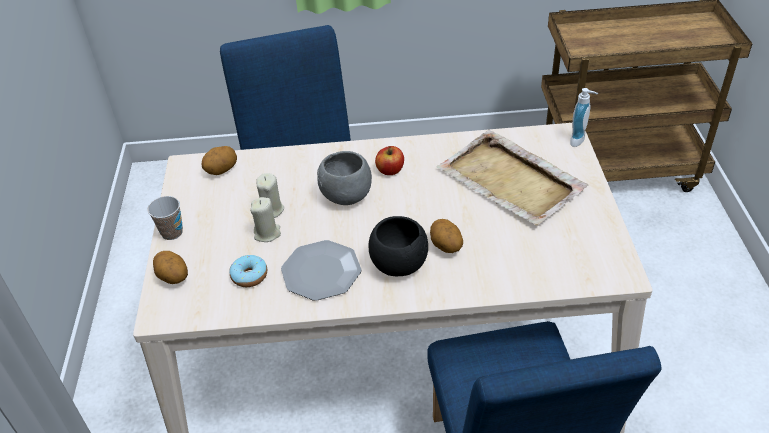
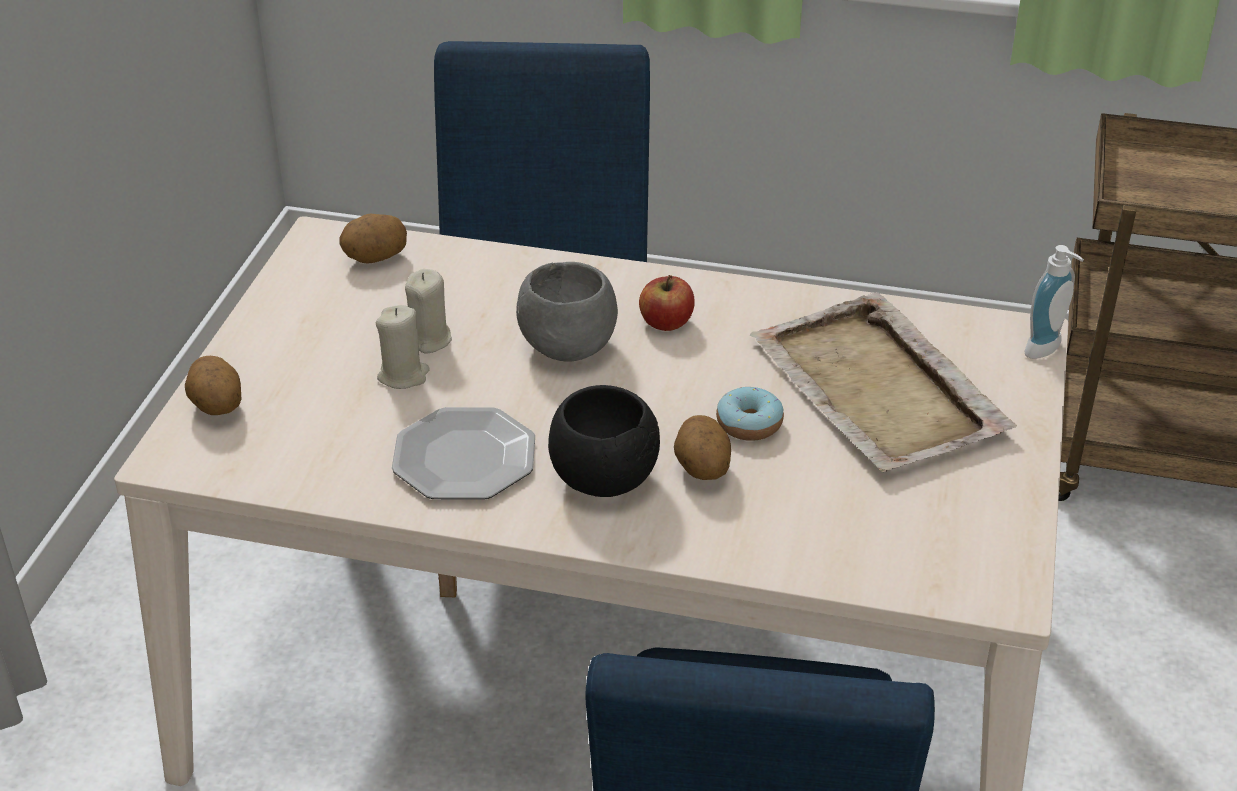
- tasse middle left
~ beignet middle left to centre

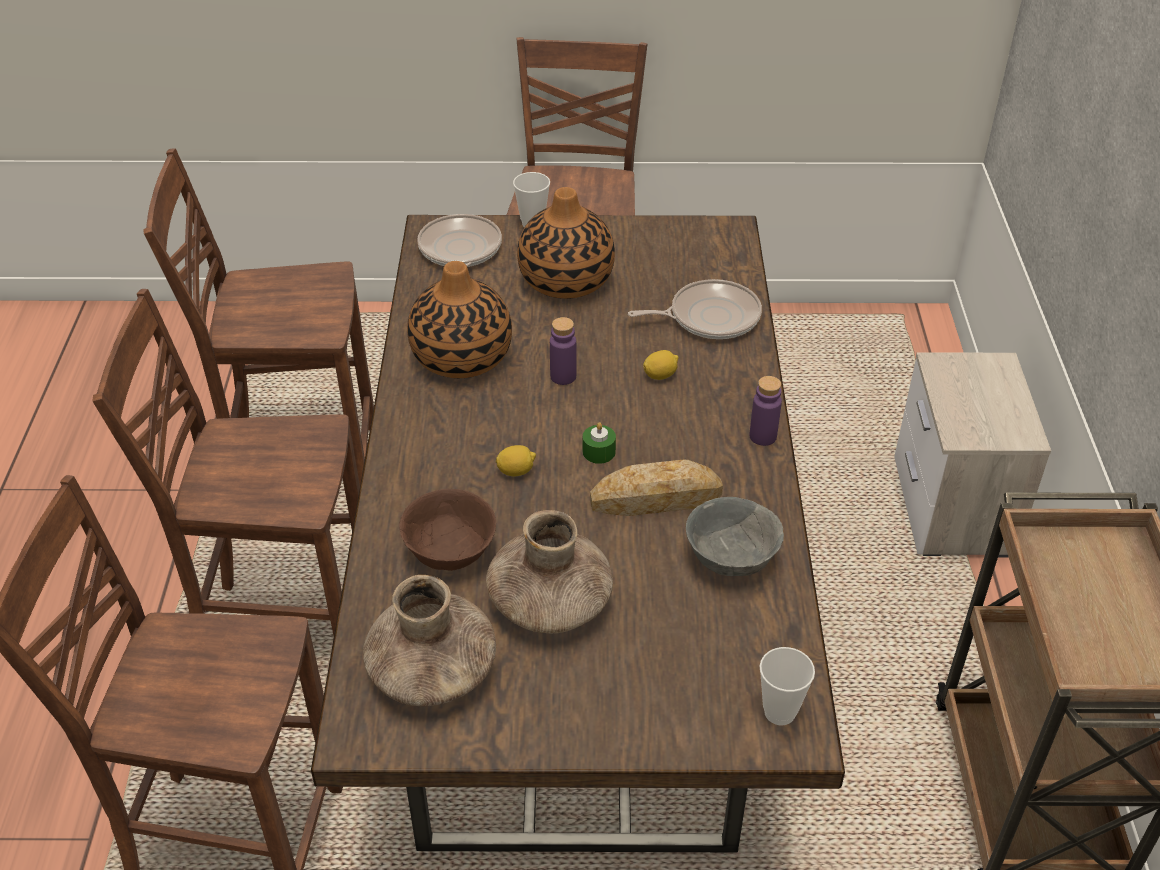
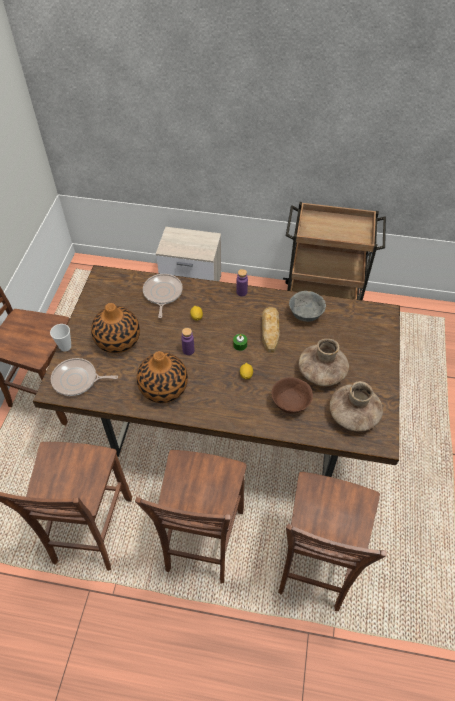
- tasse (2nd from left) bottom right

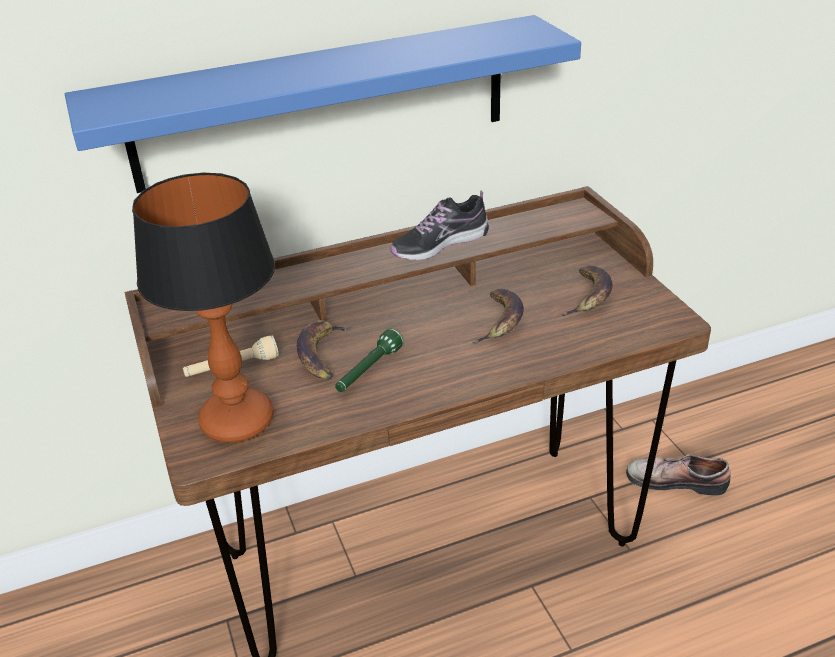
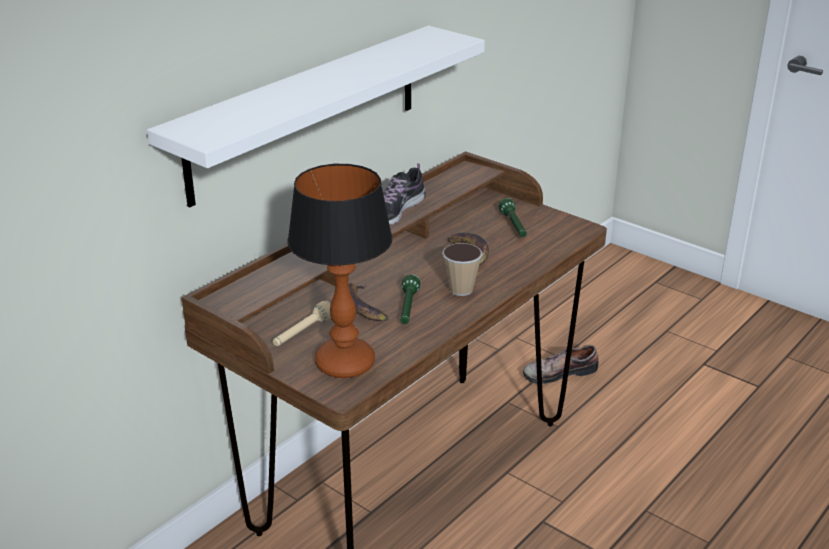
~ étagère (bleu) top centre to étagère (blanc) top centre
~ banane (3rd from left) middle right to lampe de poche (vert) (2nd from left) centre
+ tasse centre

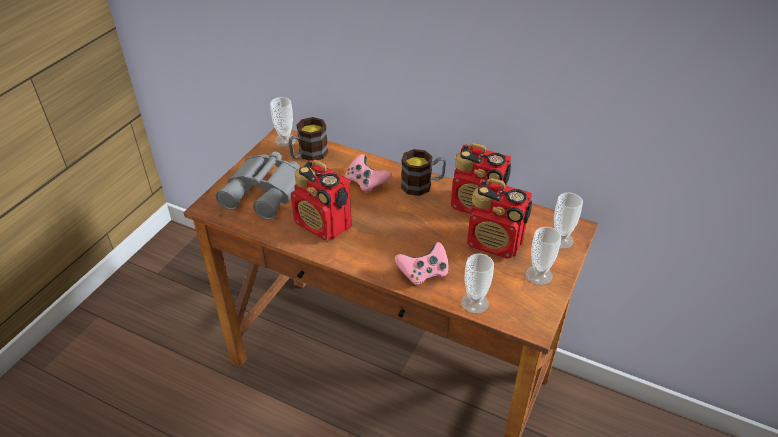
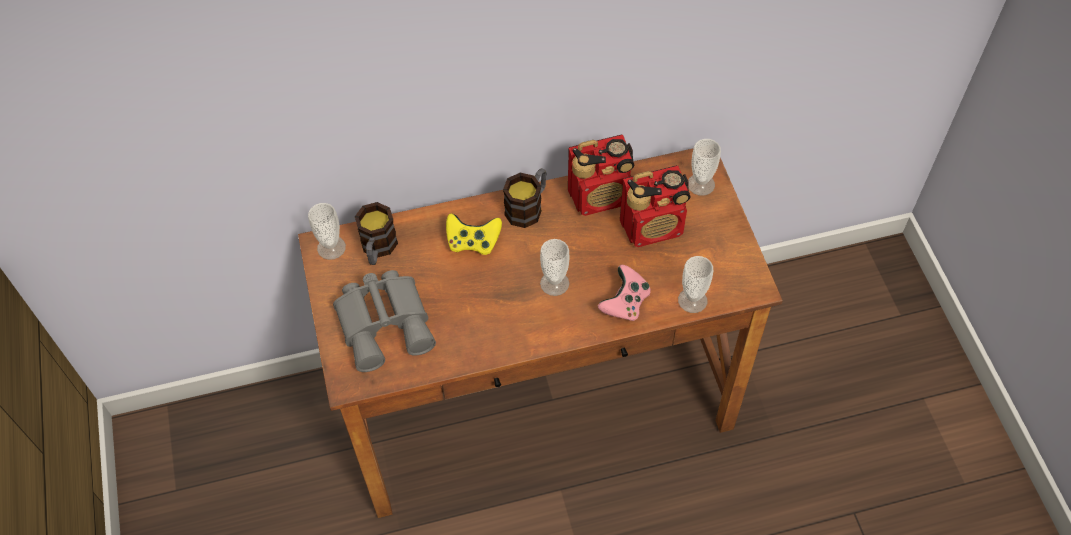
- radio (1st from left) centre
~ manette (rose) (1st from left) centre to manette (jaune) centre
~ tasse (3rd from left in the first image) middle right to tasse (2nd from left) centre

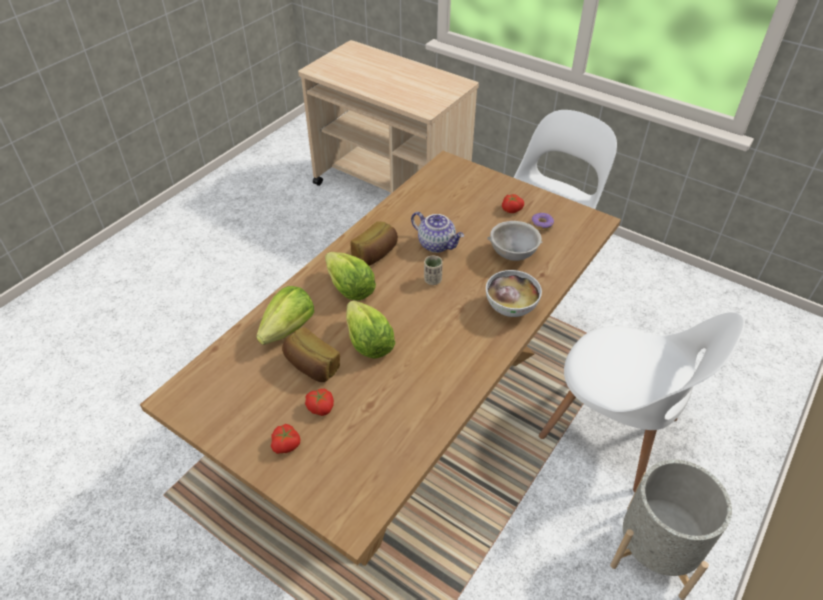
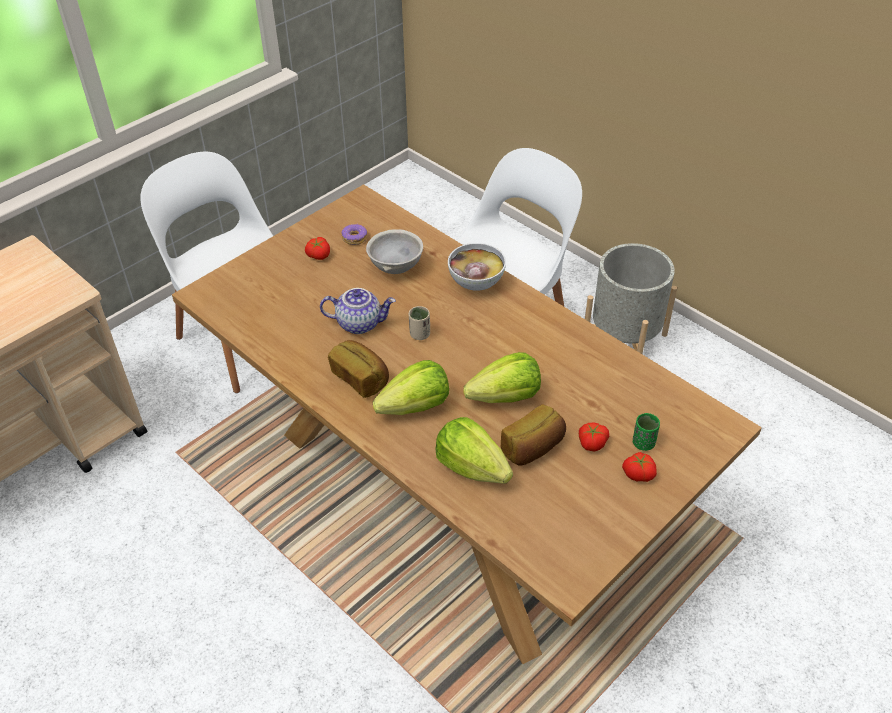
~ théière centre = centre 45 degrees clockwise
+ tasse (vert) middle right

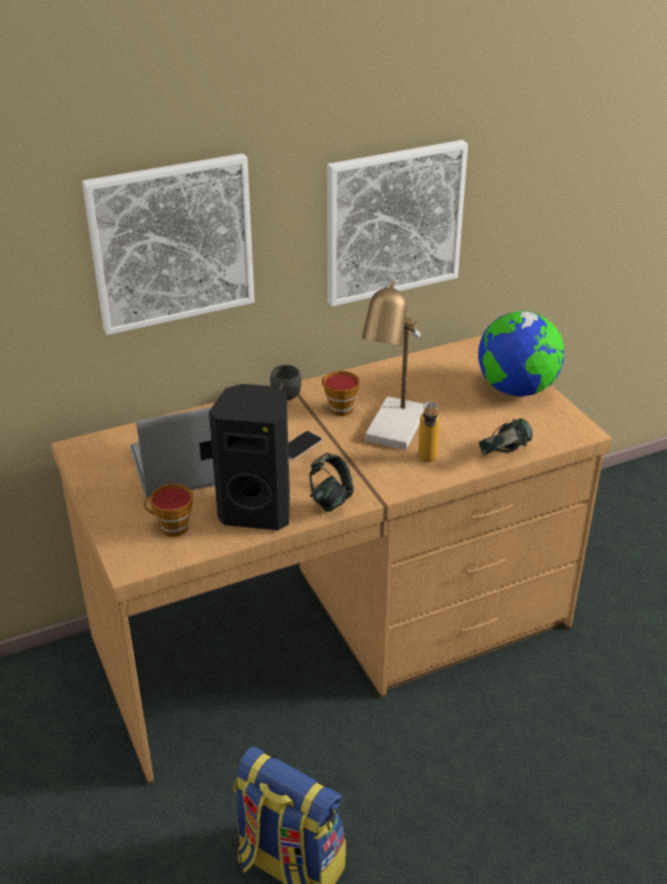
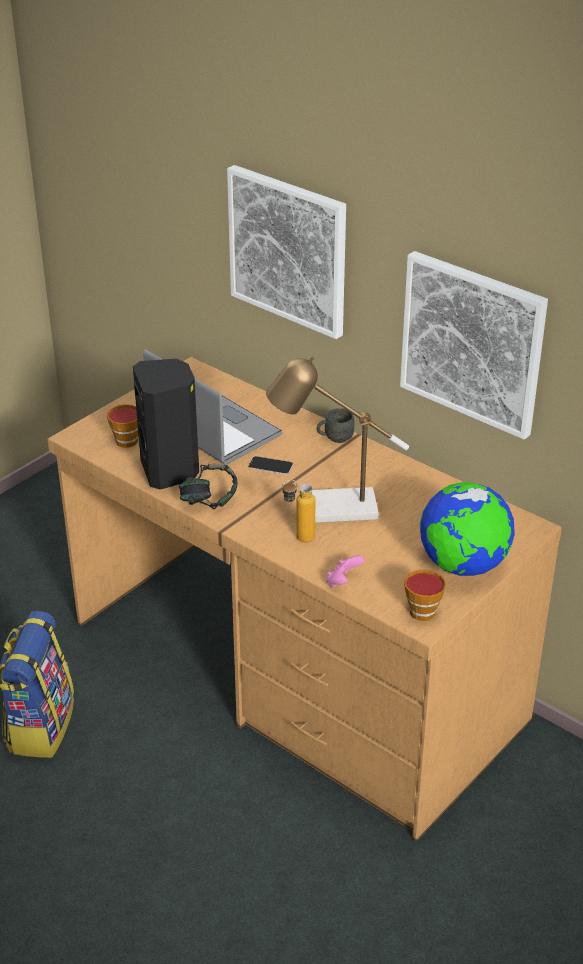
~ tasse (2nd from left) centre to middle right
~ casque audio (2nd from left) middle right to manette (rose) centre

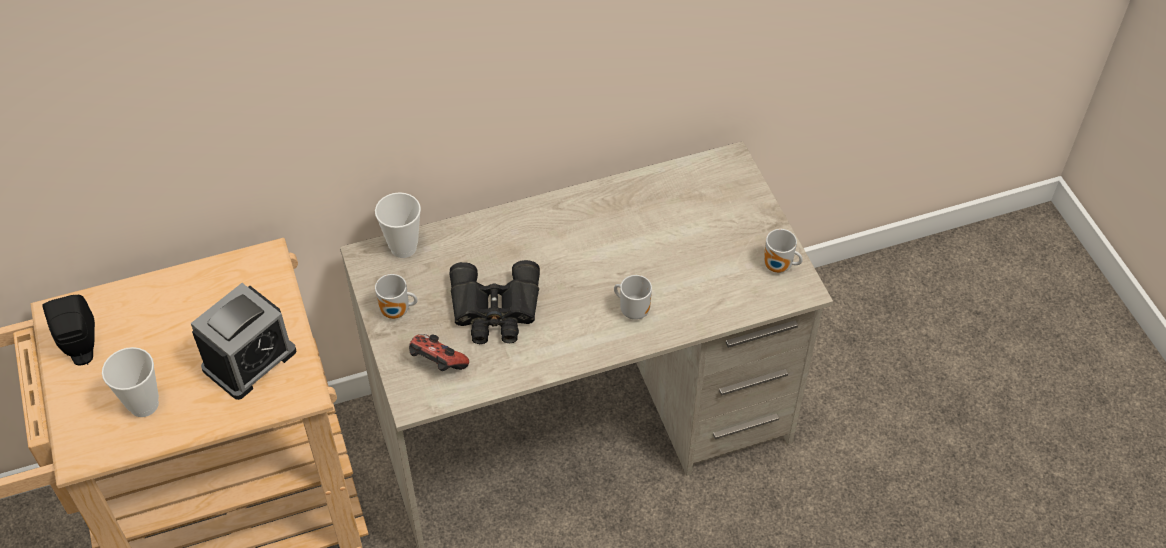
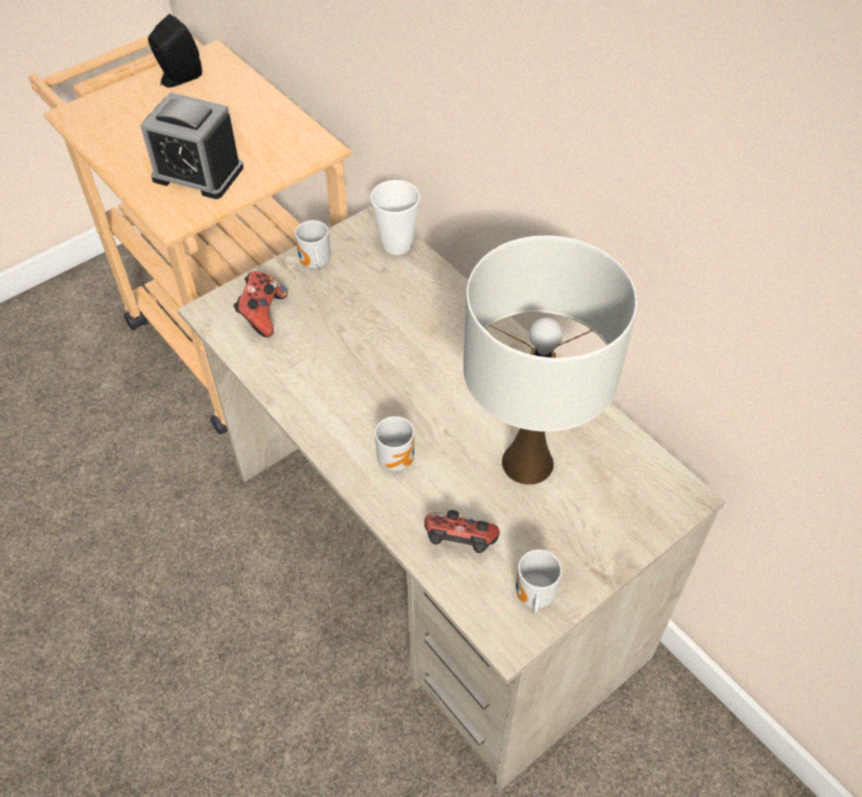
- tasse (1st from left) bottom left
- jumelles (noir) centre
+ manette (2nd from left) centre
+ lampe de table (blanc) centre

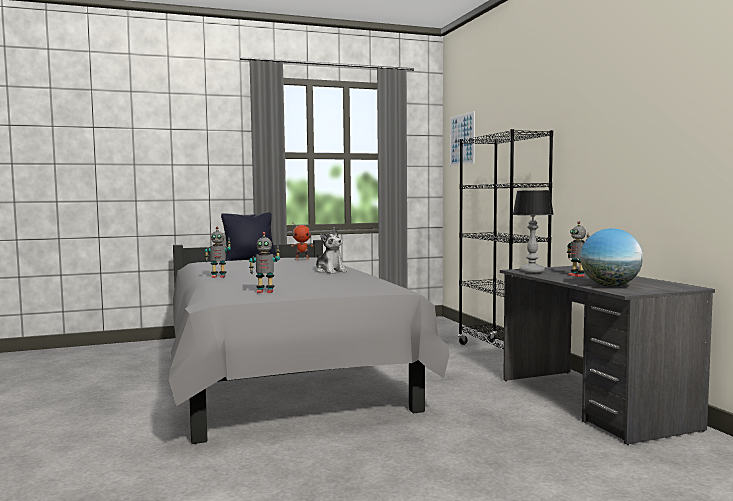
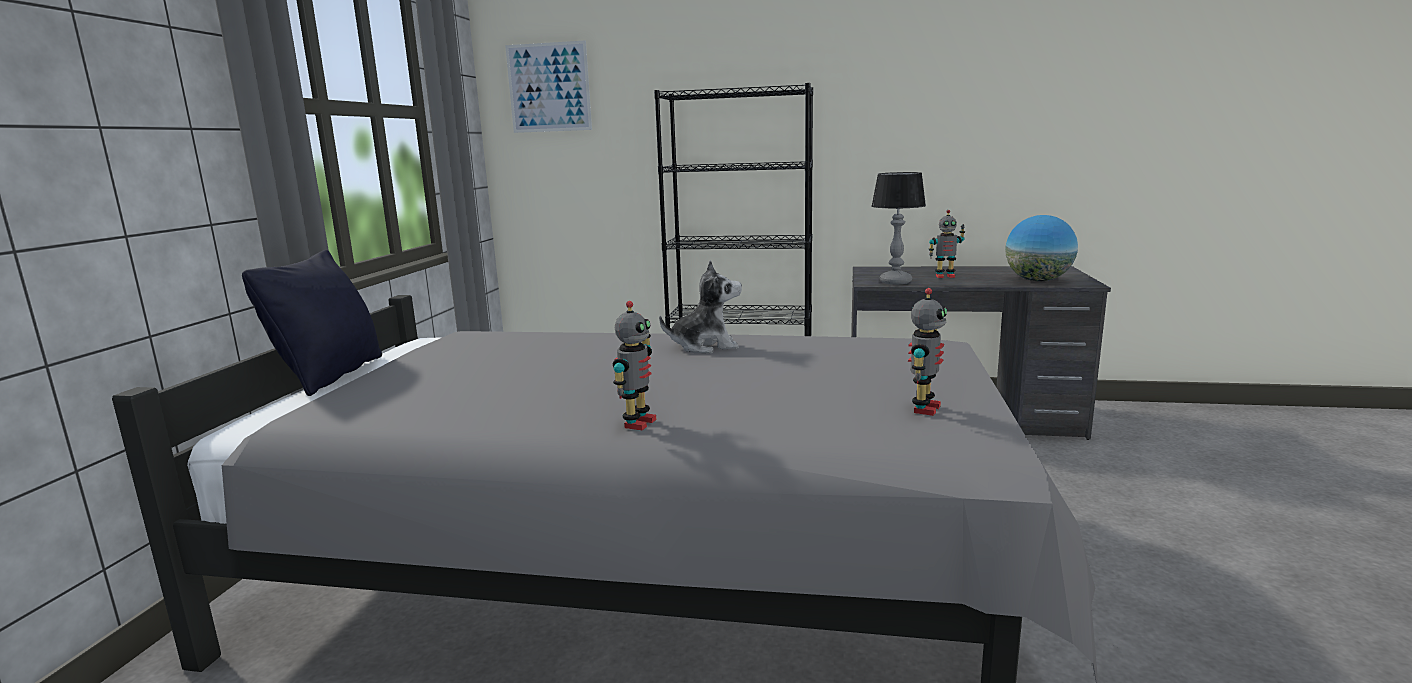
- robot jouet (3rd from left) centre

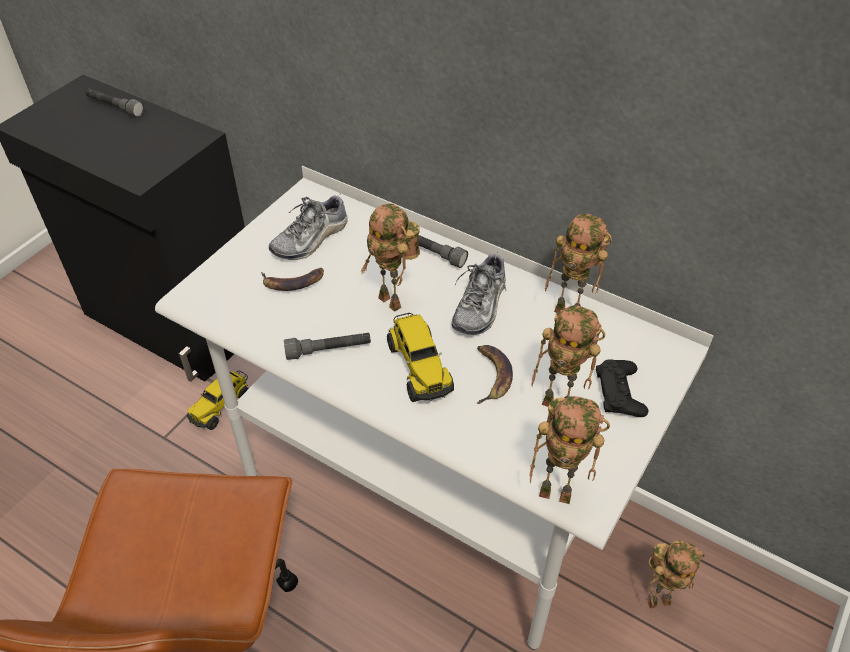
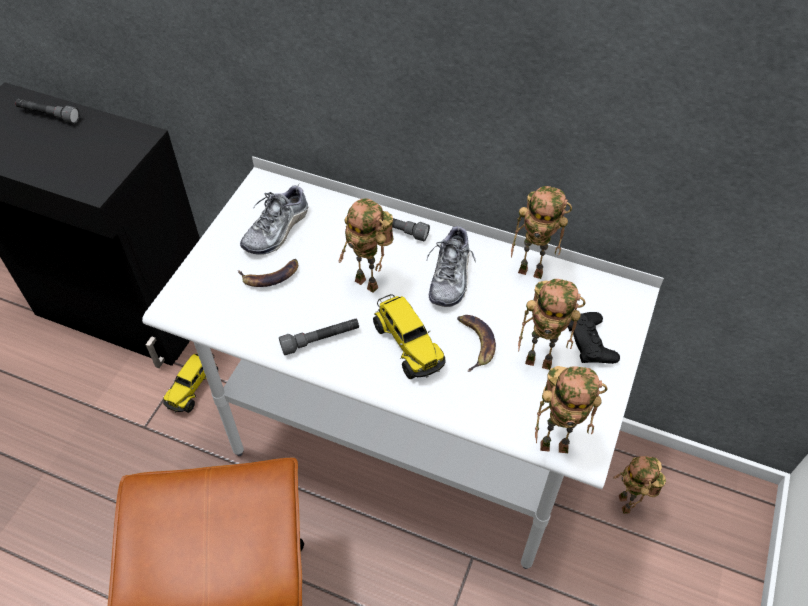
~ robot jouet (5th from left) bottom right = bottom right 105 degrees clockwise

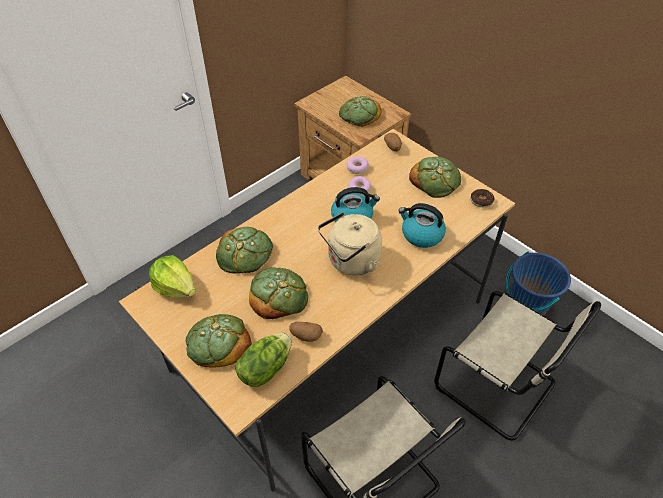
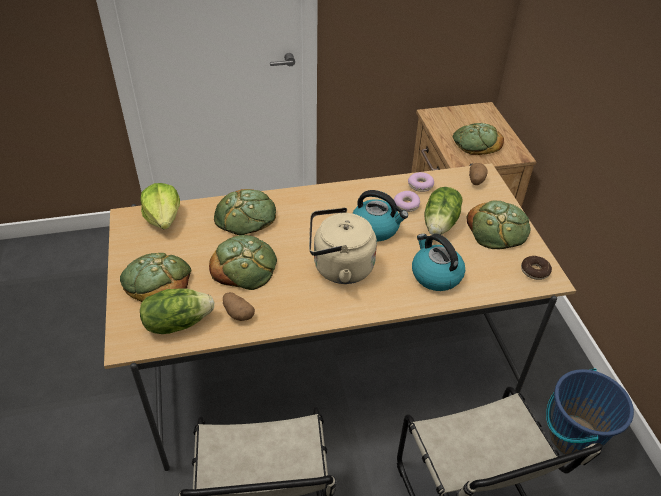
+ laitue (3rd from left) middle right

